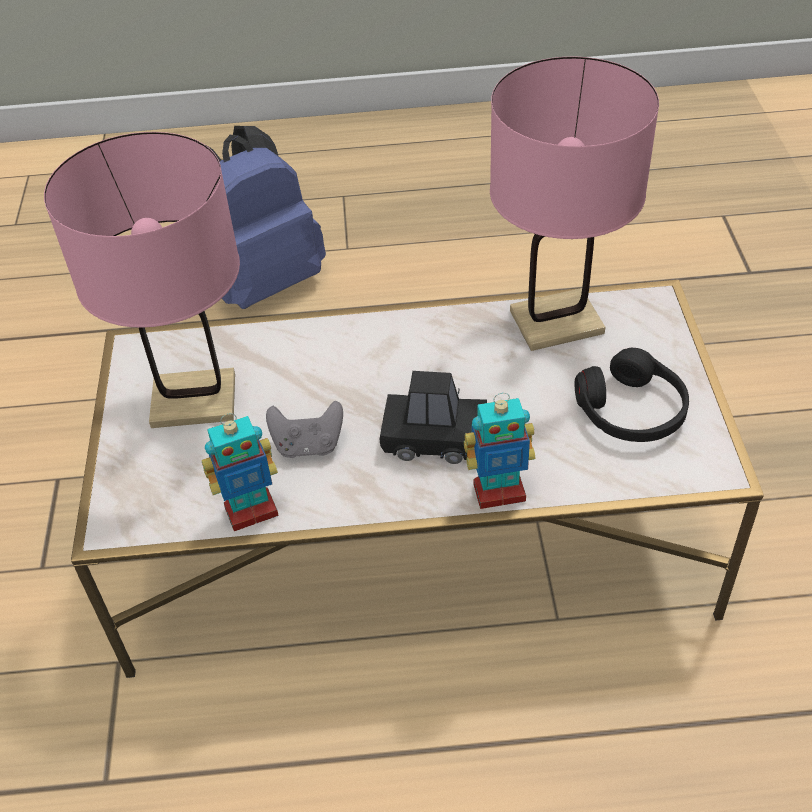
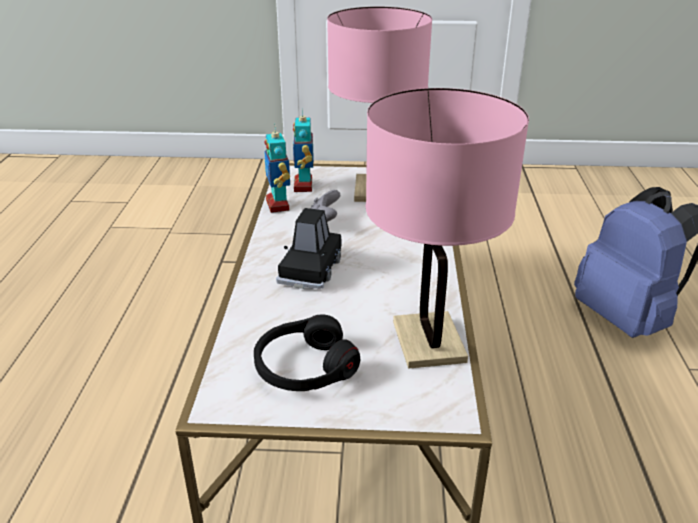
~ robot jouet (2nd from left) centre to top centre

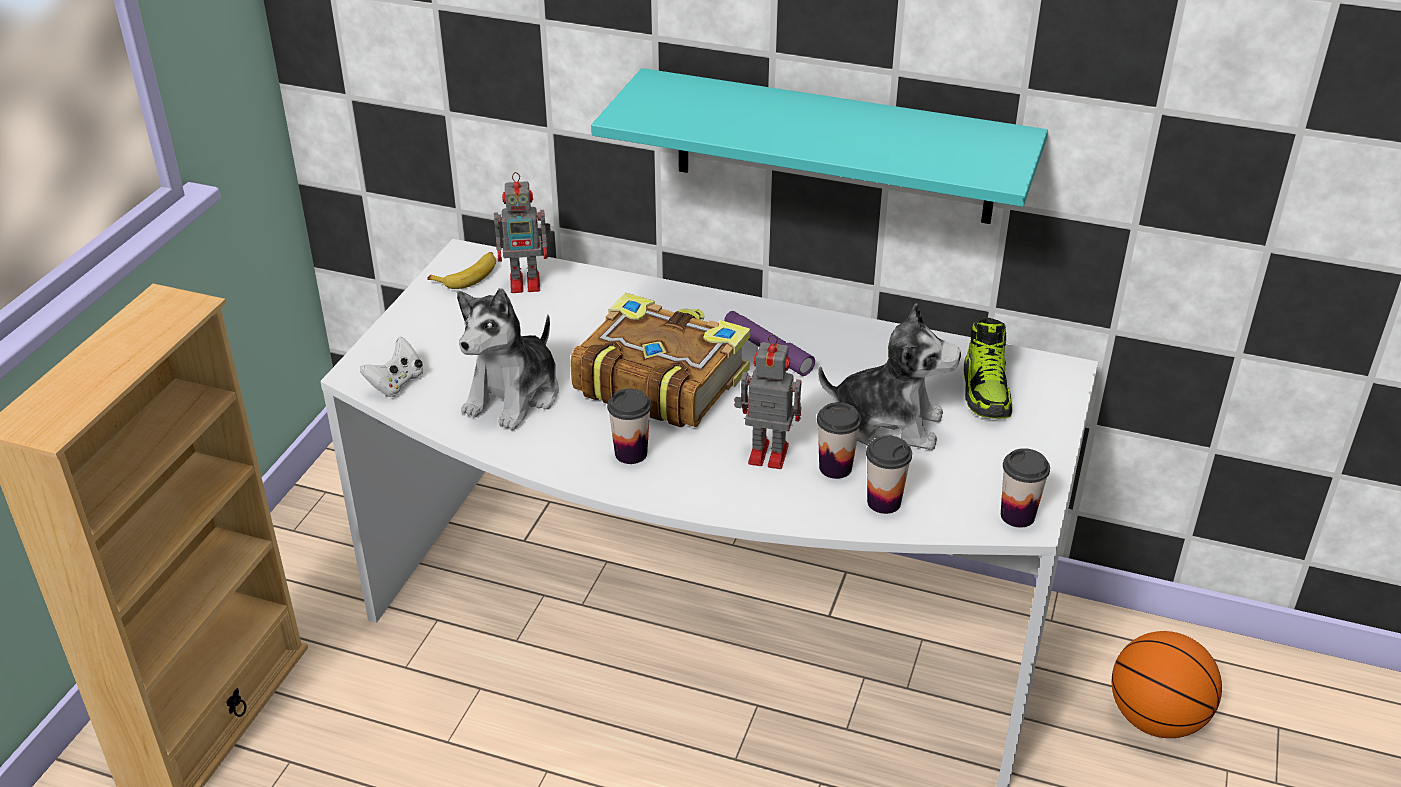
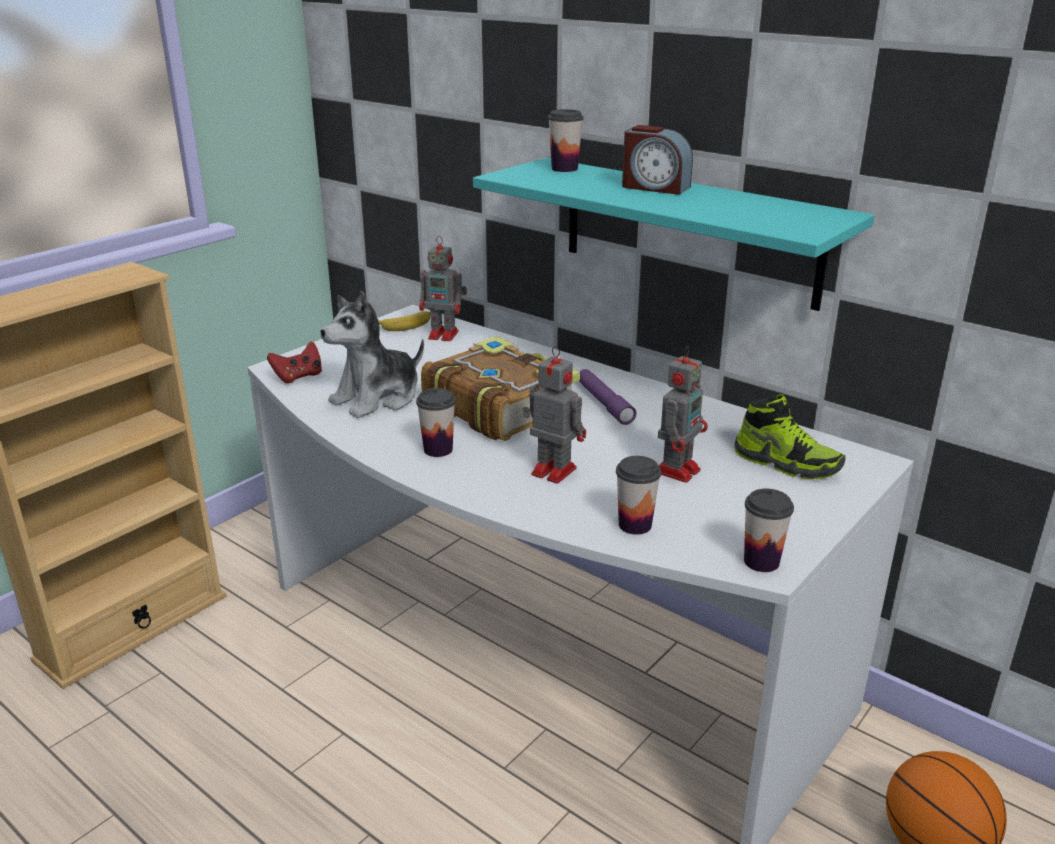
~ manette (blanc) middle left to manette (rouge) middle left
~ tasse (2nd from left) centre to top centre
~ peluche (2nd from left) centre to robot jouet (3rd from left) centre
~ chaussure middle right = middle right 75 degrees counterclockwise
+ réveil top centre

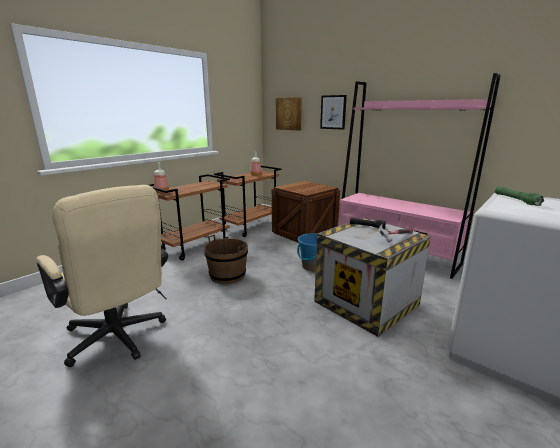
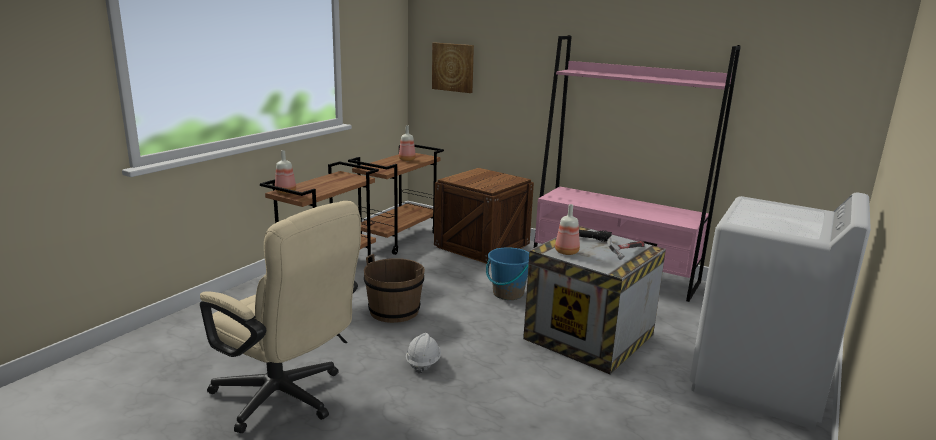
- tableau (2nd from left) top centre
- lampe de poche (vert) middle right
+ casque de chantier (blanc) bottom centre
+ bouteille (3rd from left) centre

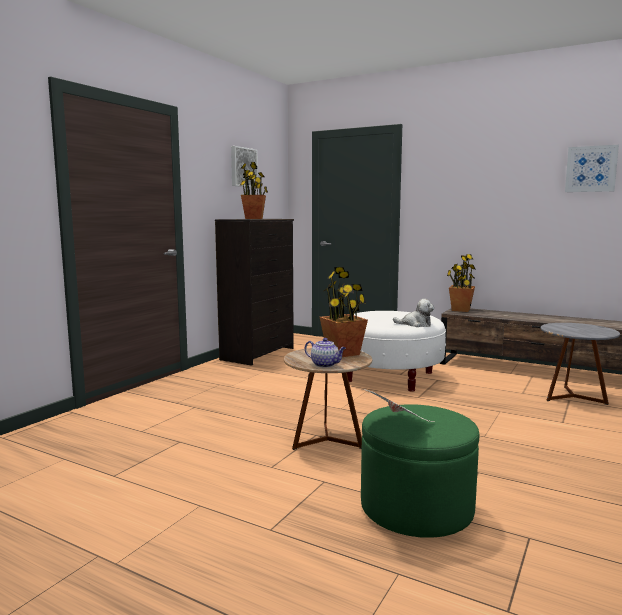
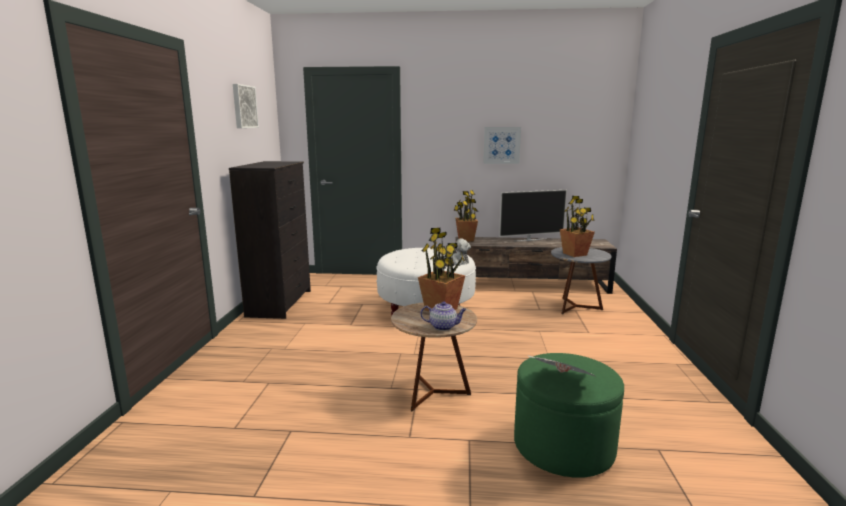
~ plante en pot (1st from left in the first image) top centre to plante en pot (3rd from left) middle right
~ tableau (2nd from left) top right to top centre
+ téléviseur centre

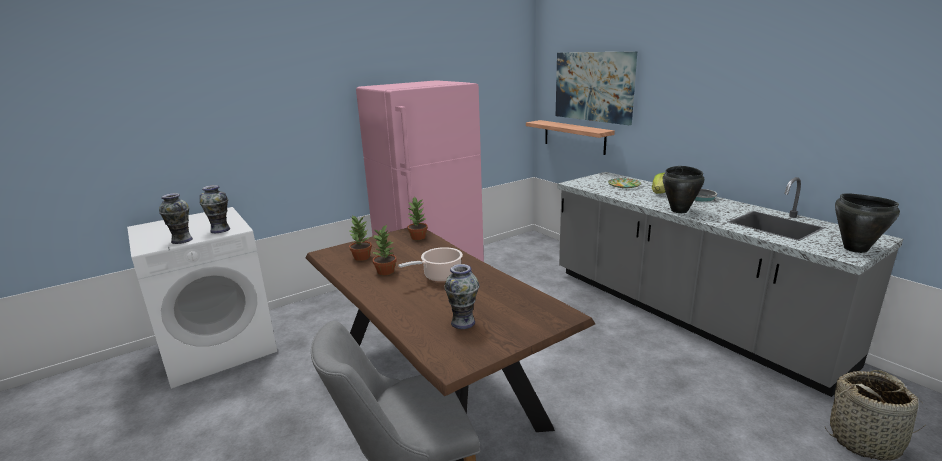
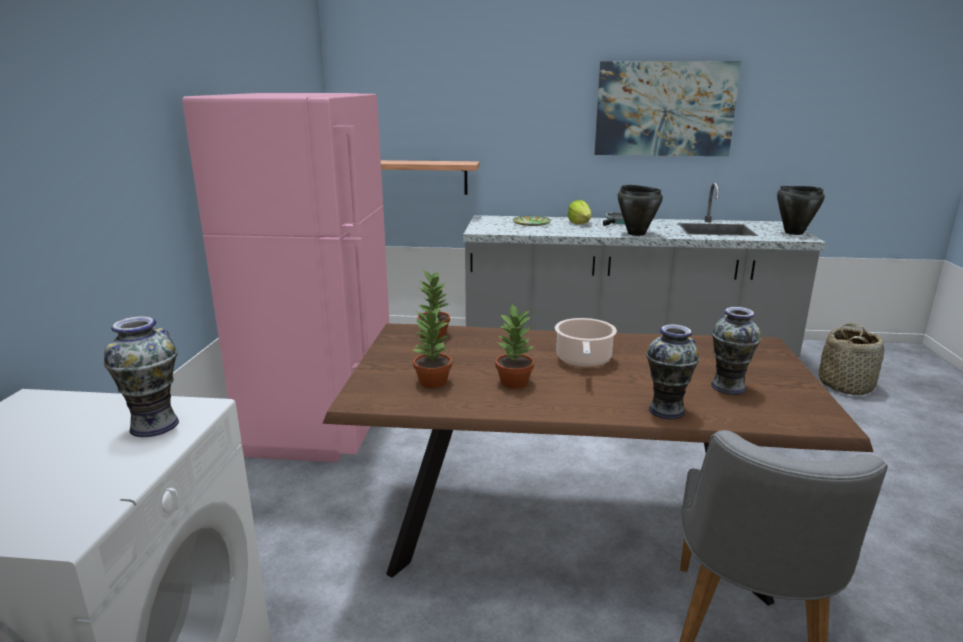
~ vase (1st from left in the first image) middle left to vase (2nd from left) middle right
~ tableau top centre to top right

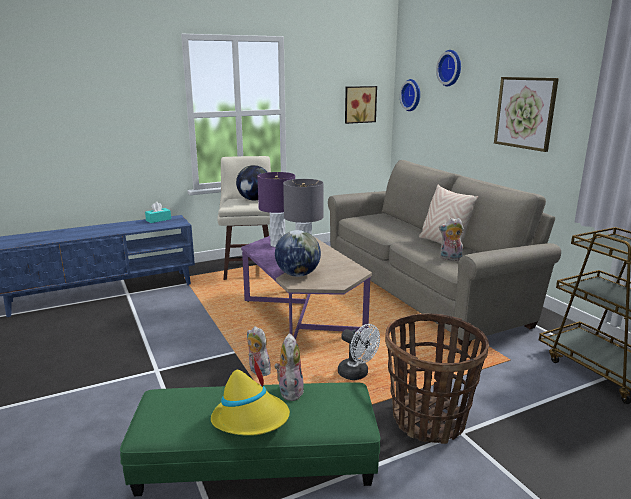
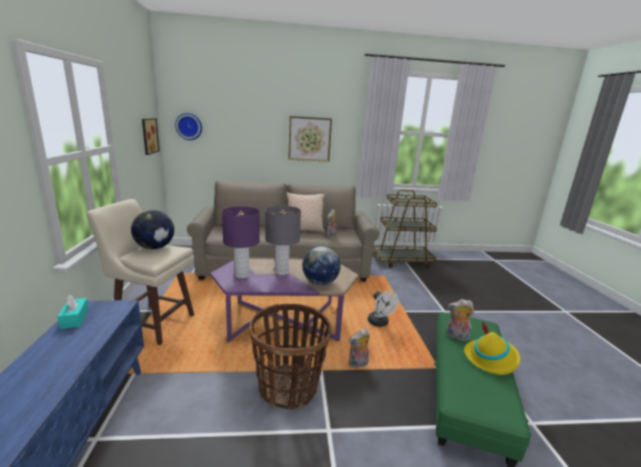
~ ventilateur (blanc) bottom centre = centre 90 degrees clockwise
~ panier bottom right to bottom centre
- horloge murale (2nd from left) top right

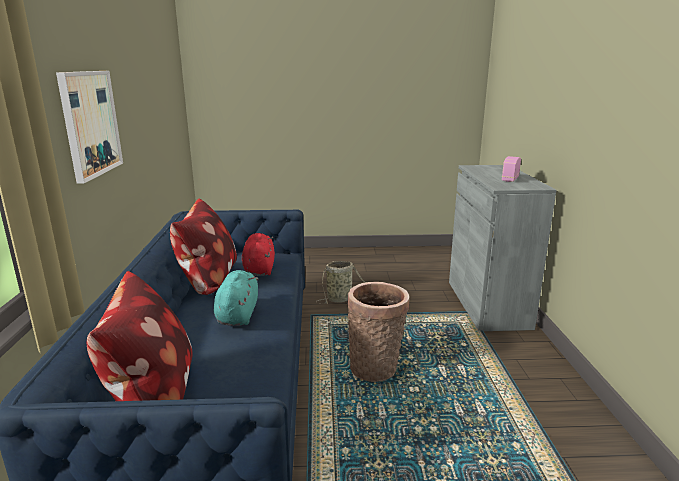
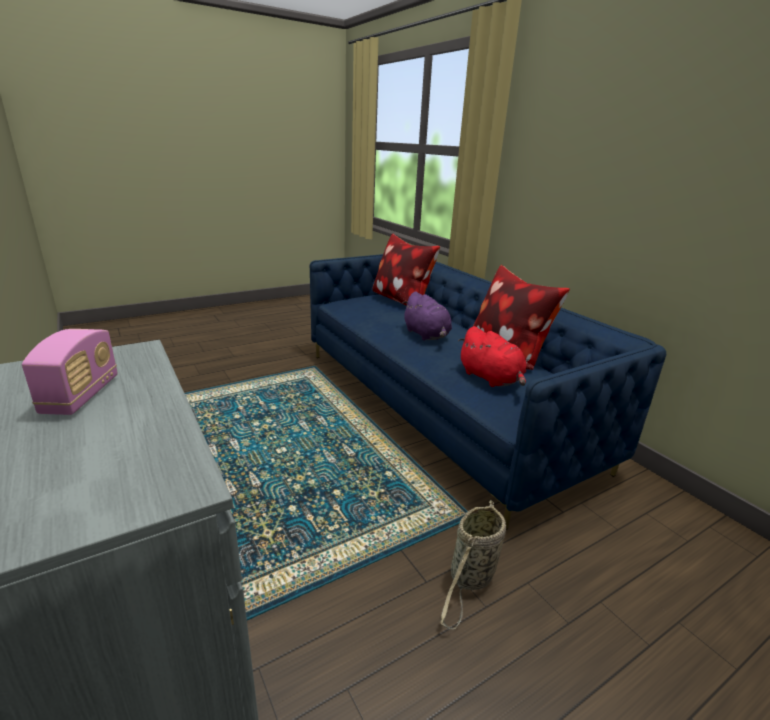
- tableau top left
~ peluche (turquoise) centre to peluche (violet) centre
- panier (2nd from left) bottom centre

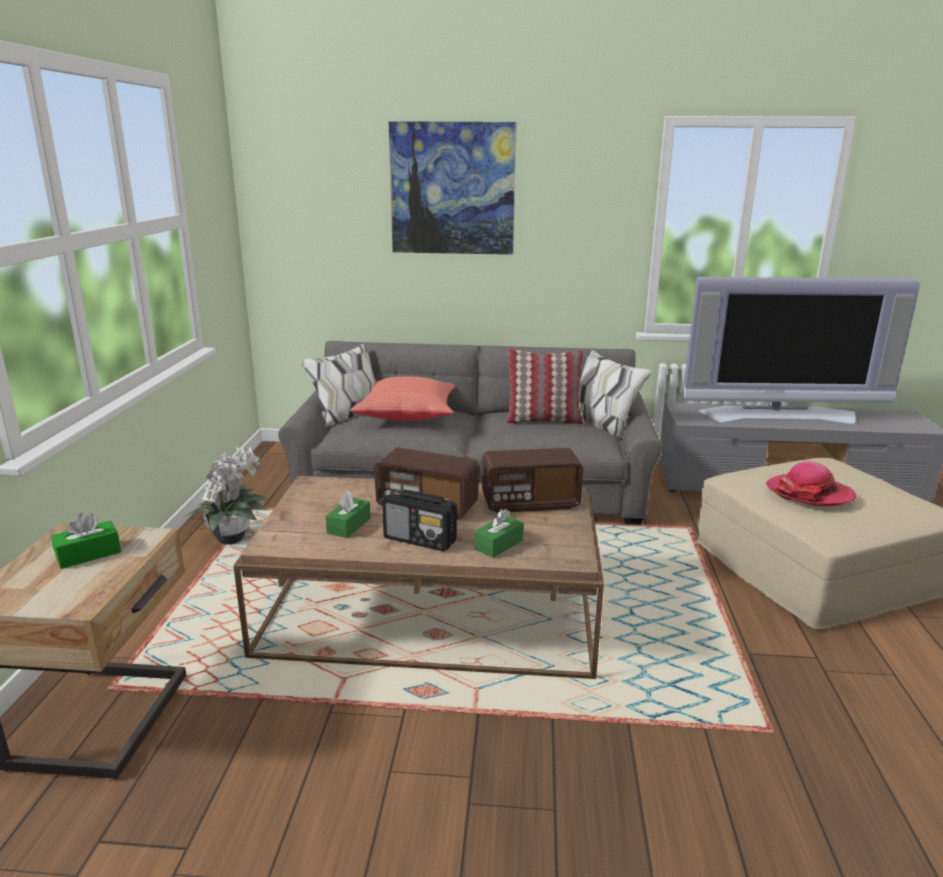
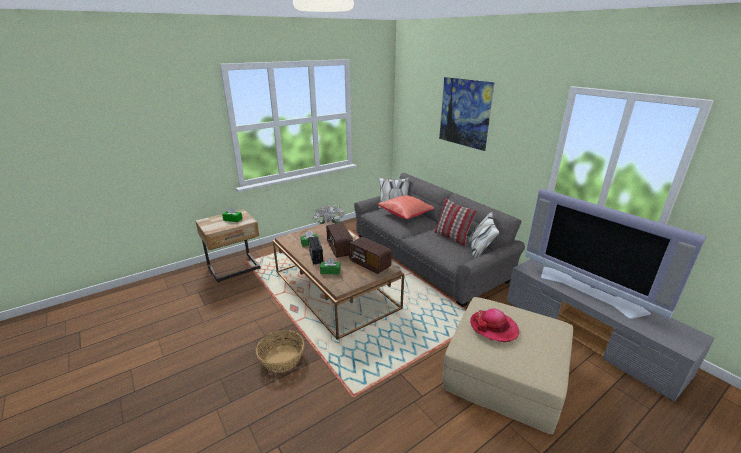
+ panier bottom centre

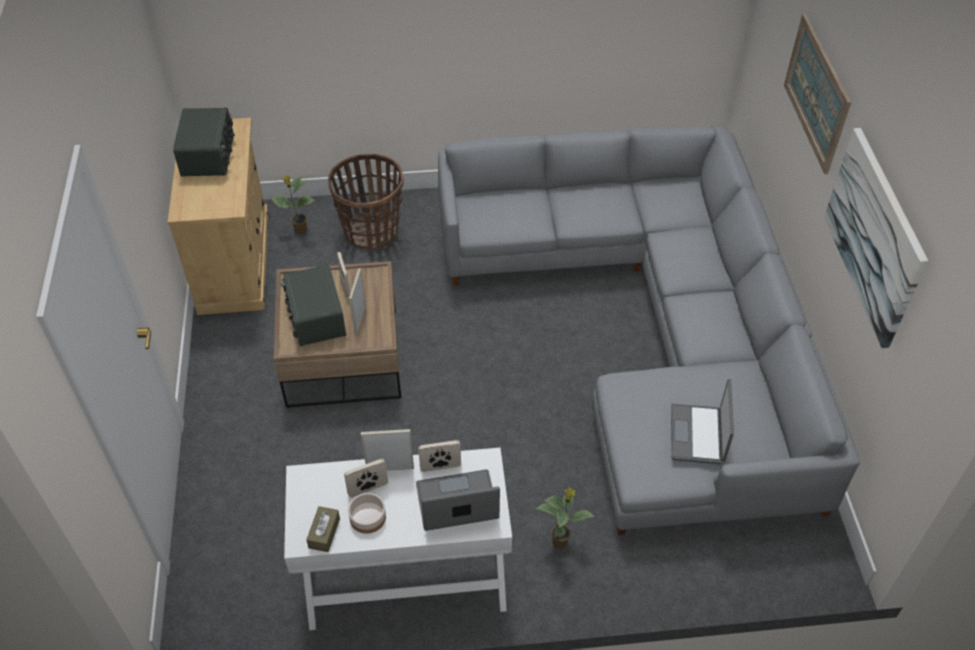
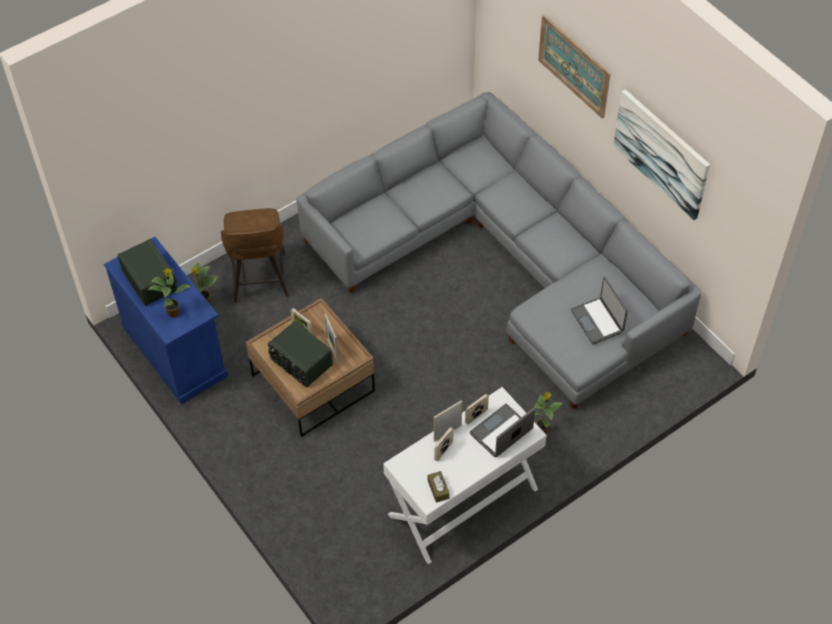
~ meuble de rangement (beige) top left to meuble de rangement (bleu) middle left
~ panier top centre to tabouret (marron) middle left
- bol bottom centre
+ plante en pot (1st from left) middle left

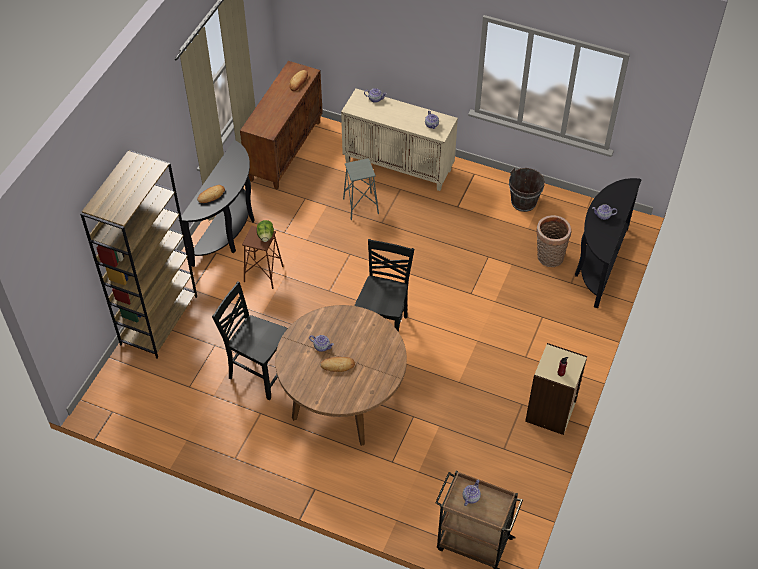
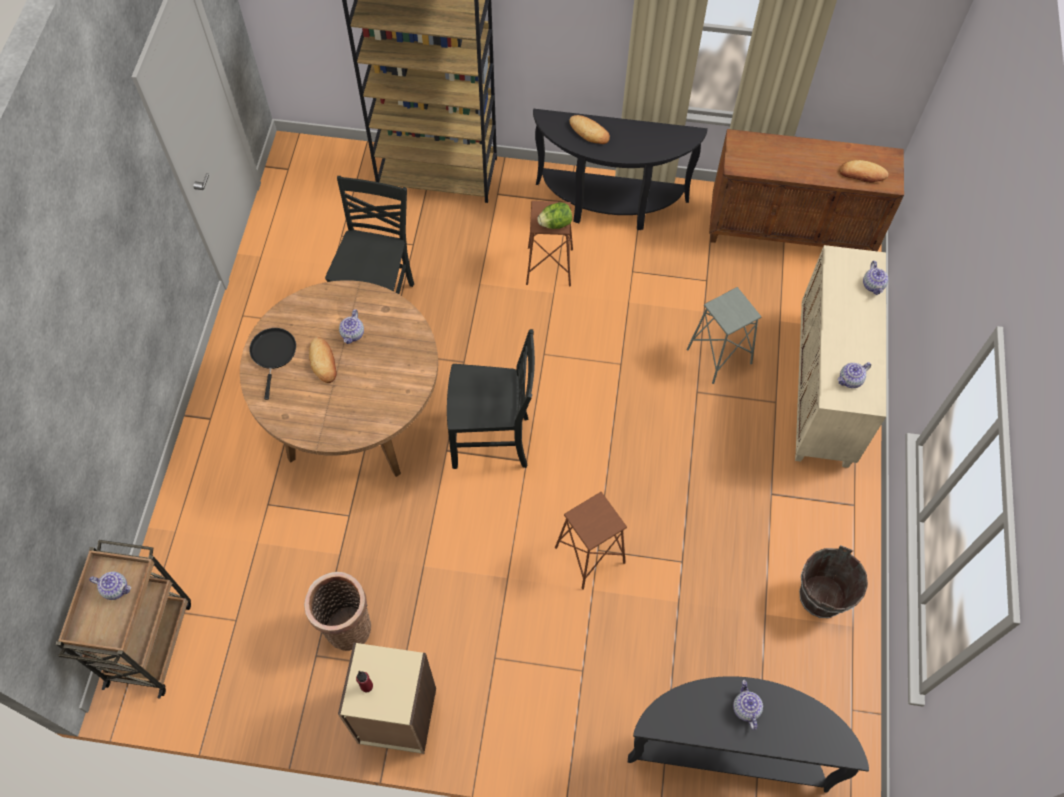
~ panier middle right to bottom left
+ poêle (noir) middle left
+ tabouret (marron) (2nd from left) bottom centre

